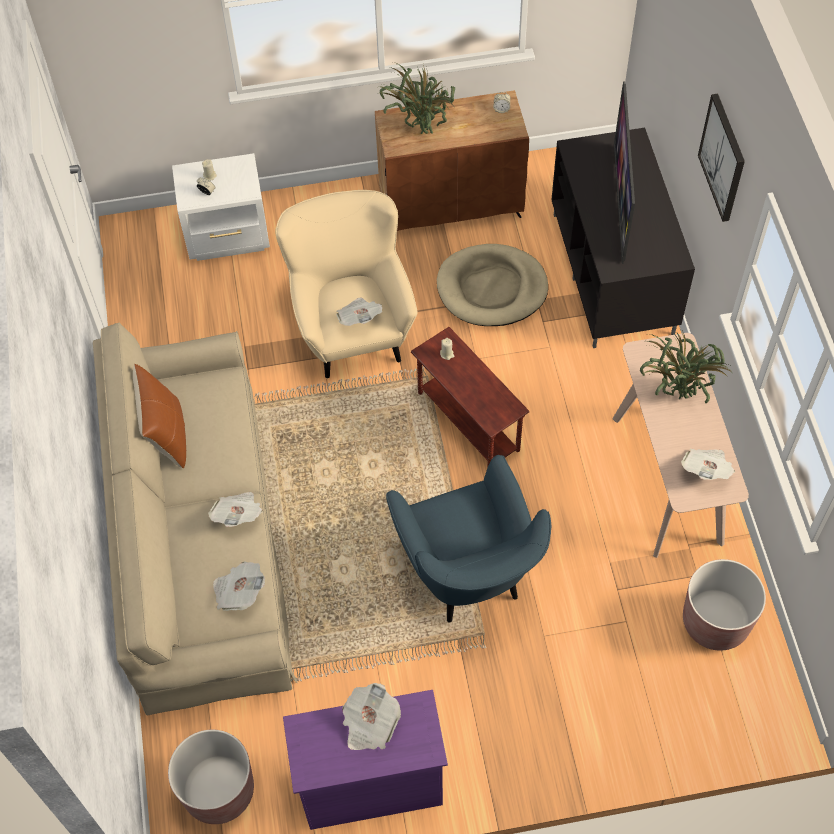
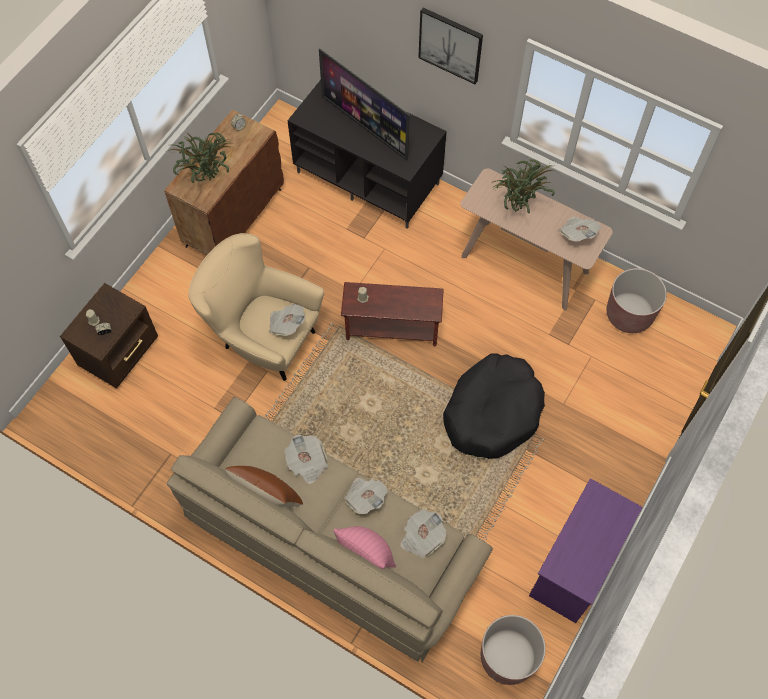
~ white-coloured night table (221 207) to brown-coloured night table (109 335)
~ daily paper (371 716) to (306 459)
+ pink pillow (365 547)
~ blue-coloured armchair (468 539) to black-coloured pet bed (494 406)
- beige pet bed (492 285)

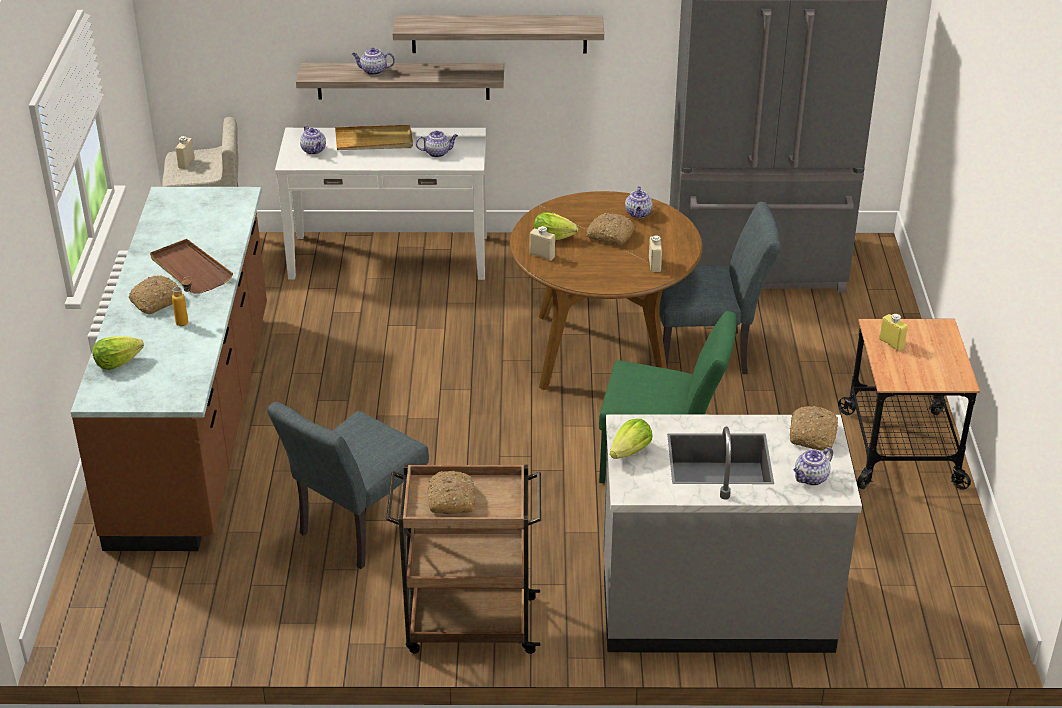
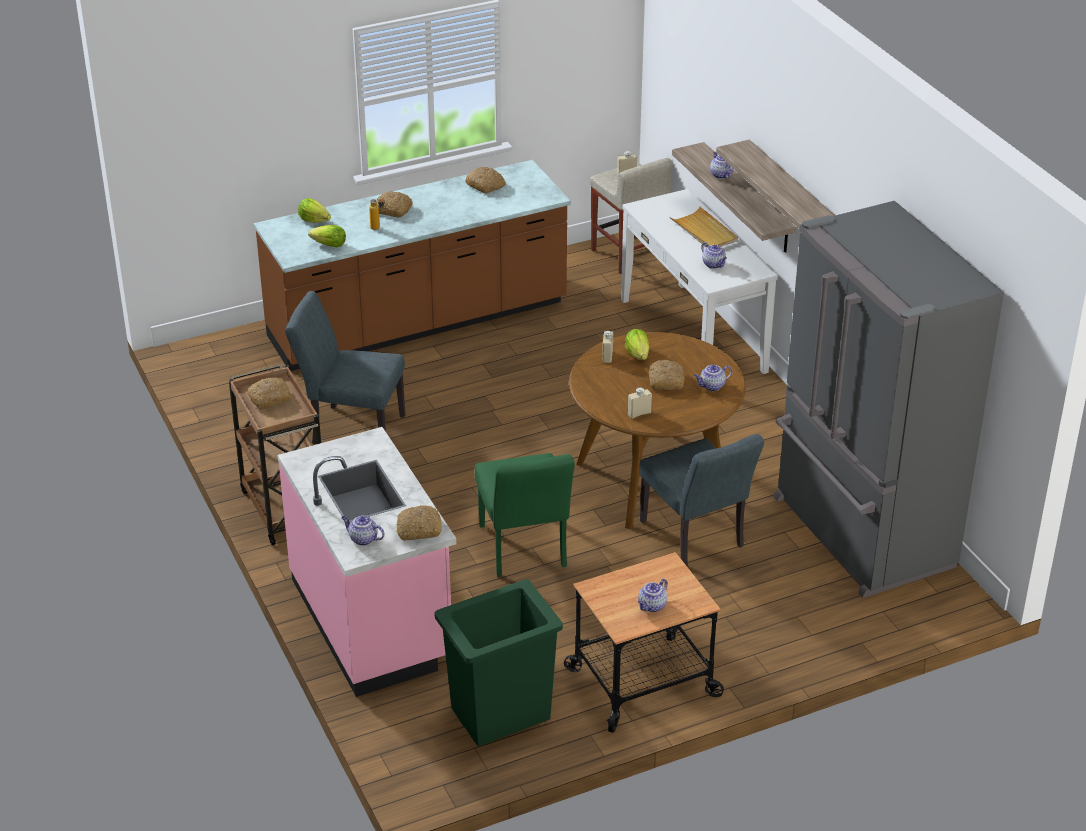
~ grey kitchen counter (732 533) to pink kitchen counter (367 562)
~ lettuce (631 439) to (327 236)
+ green-coloured trash can (498 663)
+ bread (485 180)
~ tea pot (313 140) to (653 595)
- brown-coloured tray (191 266)
- yellow drink bottle (893 332)

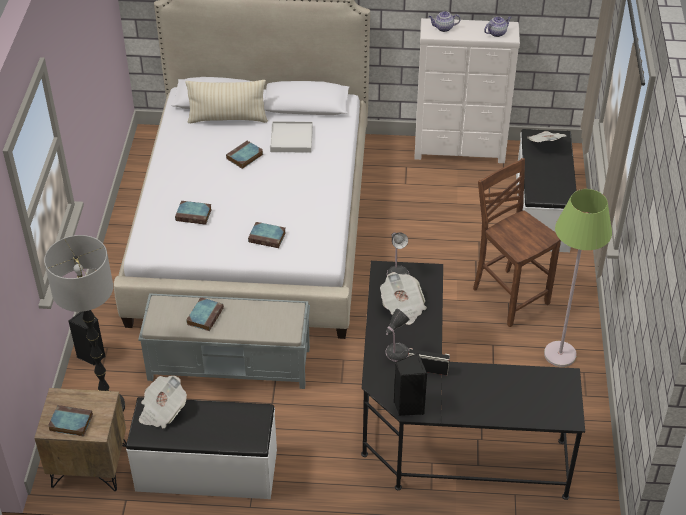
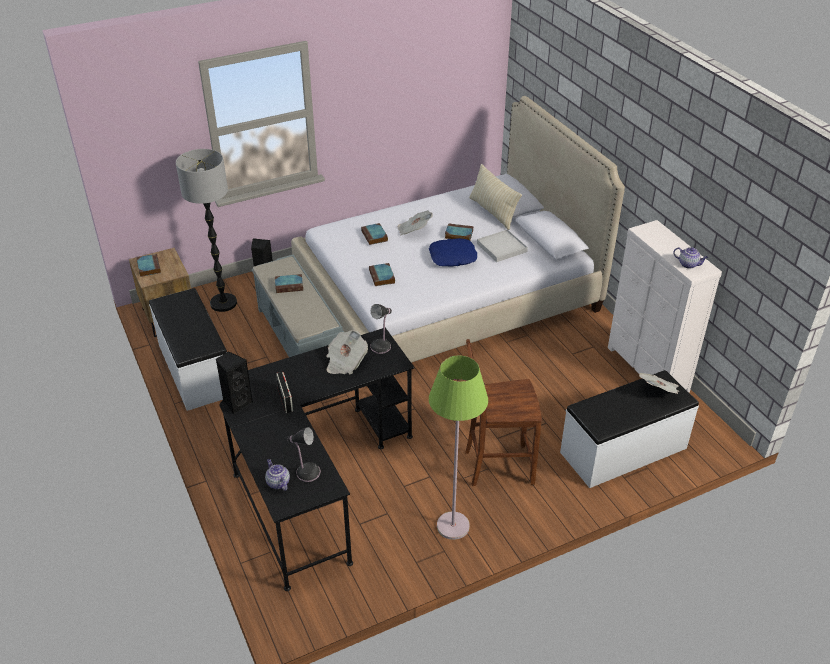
~ tea pot (445 21) to (277 475)
~ tabletop lamp (398 335) to (304 454)
~ daily paper (163 402) to (415 222)
+ blue-coloured pillow (453 252)
~ brown-coloured chair (517 242) = (503 412) 120 degrees counterclockwise

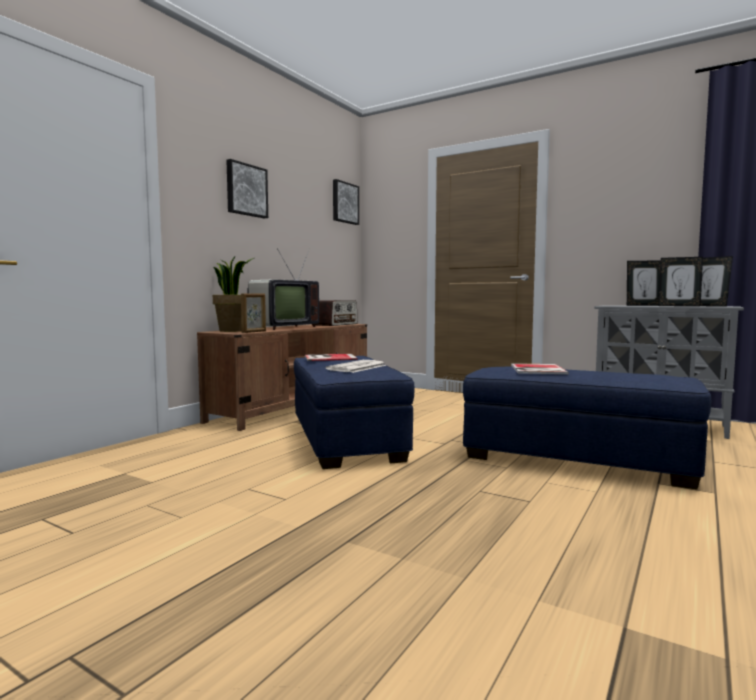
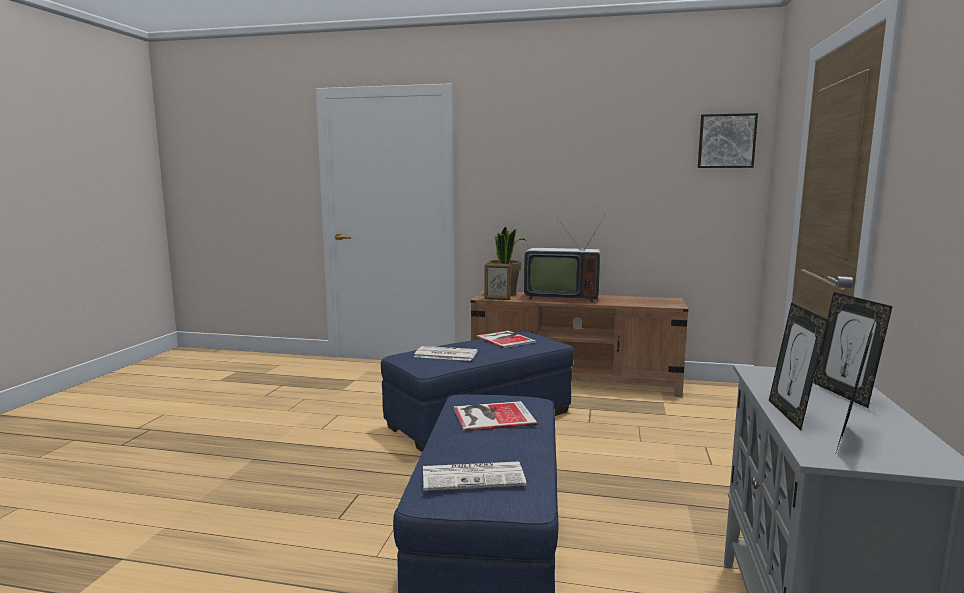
+ daily paper (474 476)
- wall picture (247 188)
- radio (336 313)

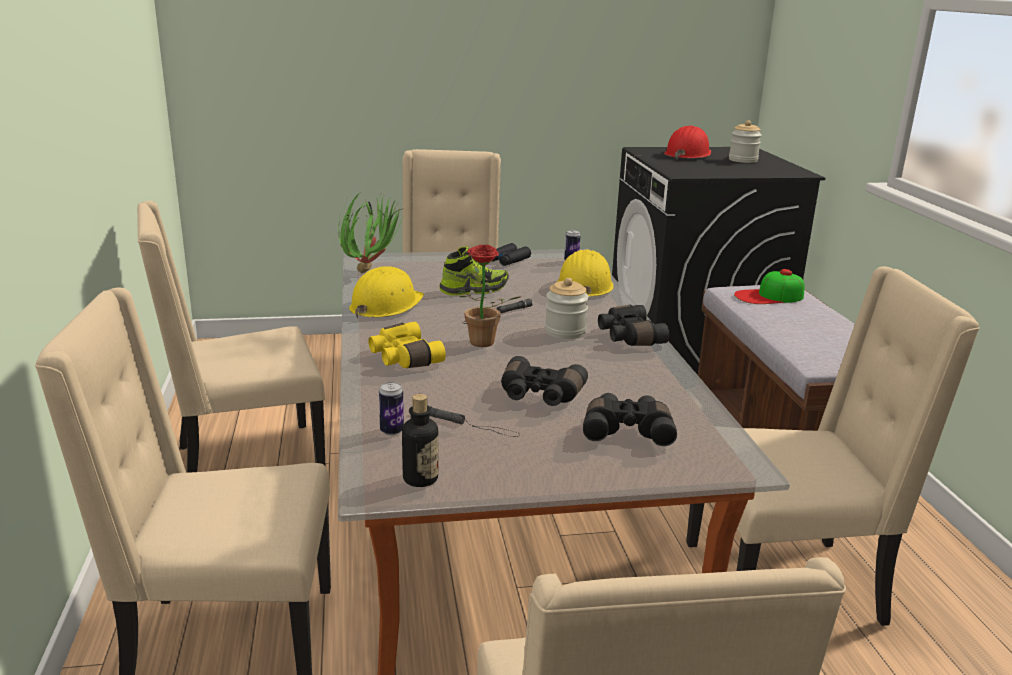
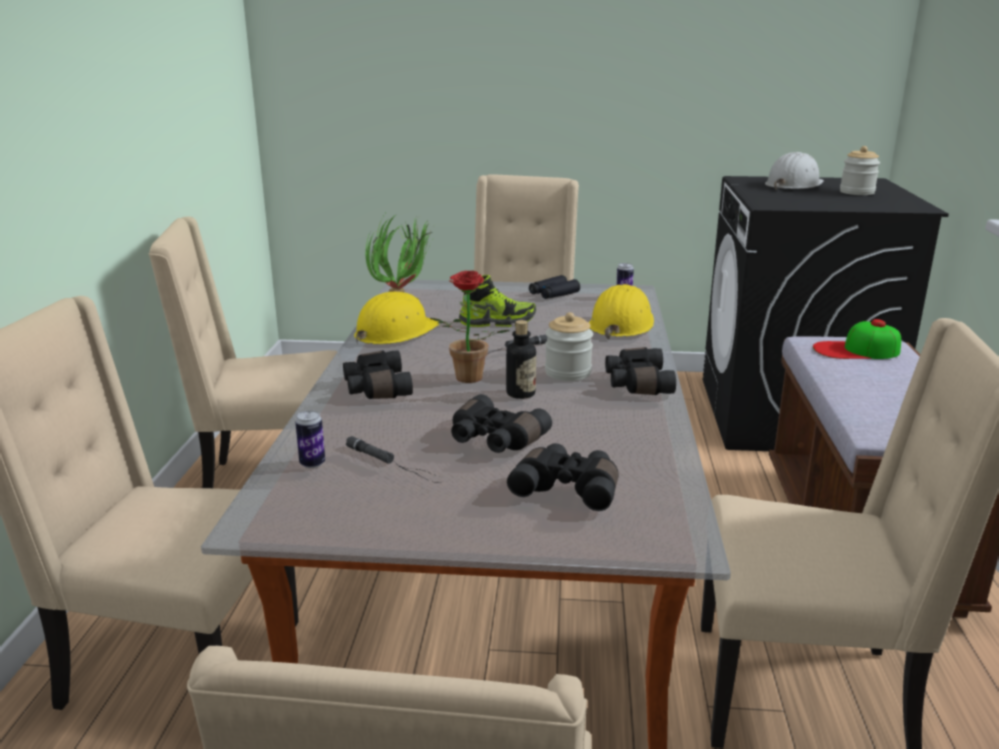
~ yellow pair of binoculars (407 345) to black-coloured pair of binoculars (378 374)
~ drink bottle (420 440) to (521 359)
~ reddish work helmet (687 143) to white-coloured work helmet (794 171)

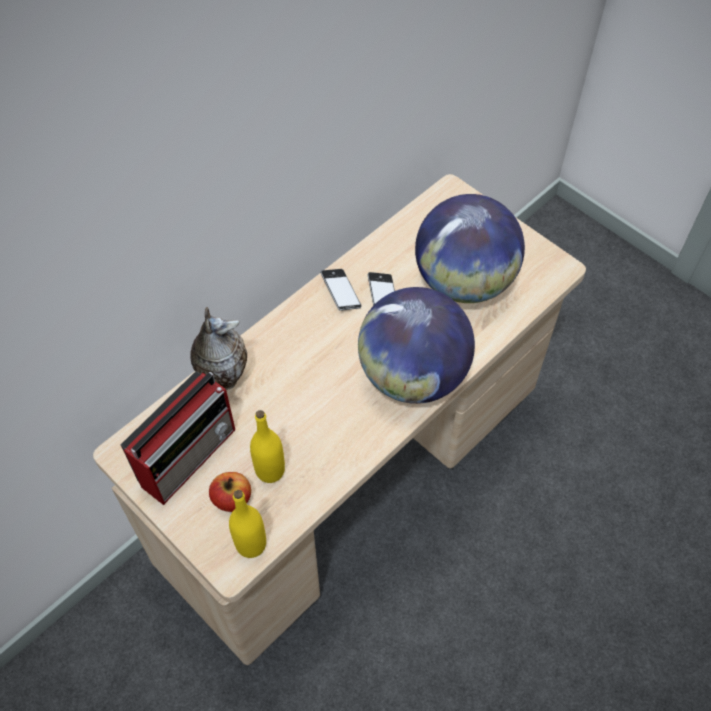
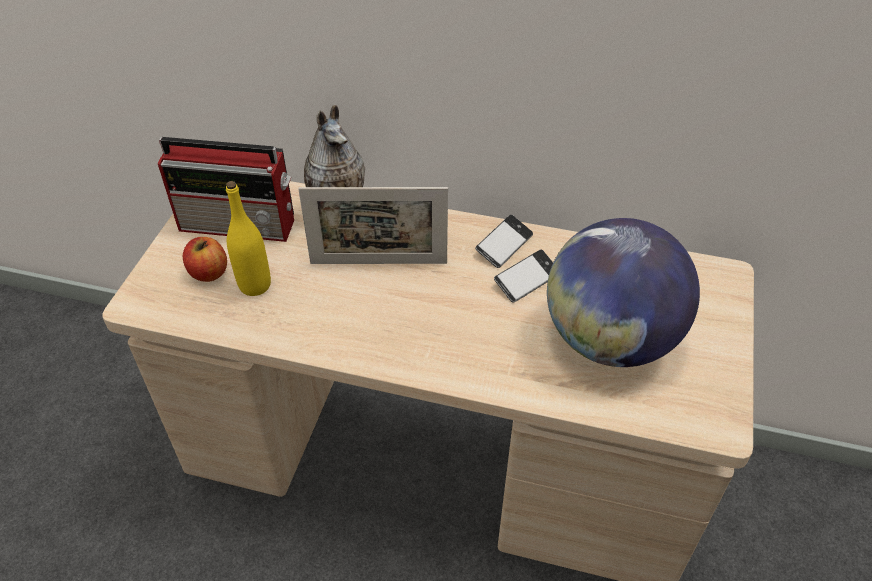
+ photo frame (373 225)
- yellow drink bottle (247 524)
- globe (416 345)

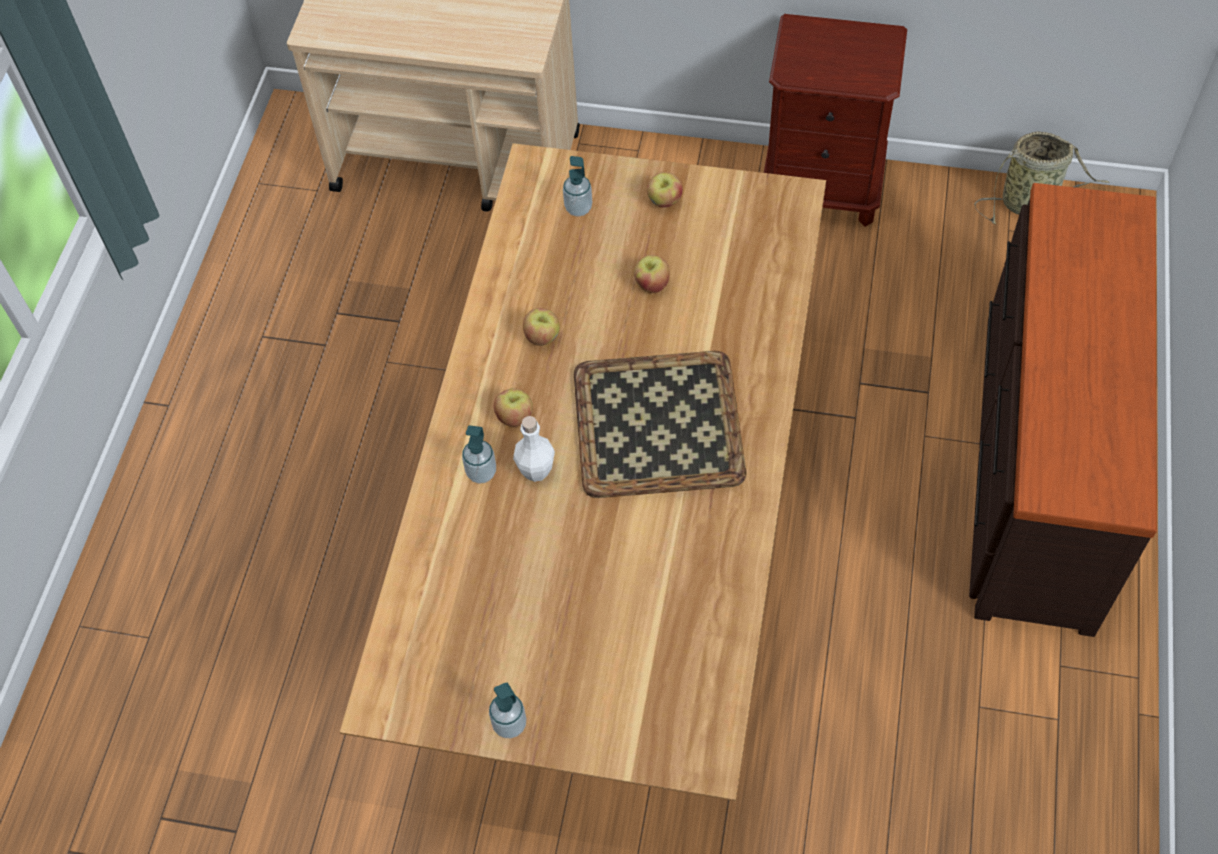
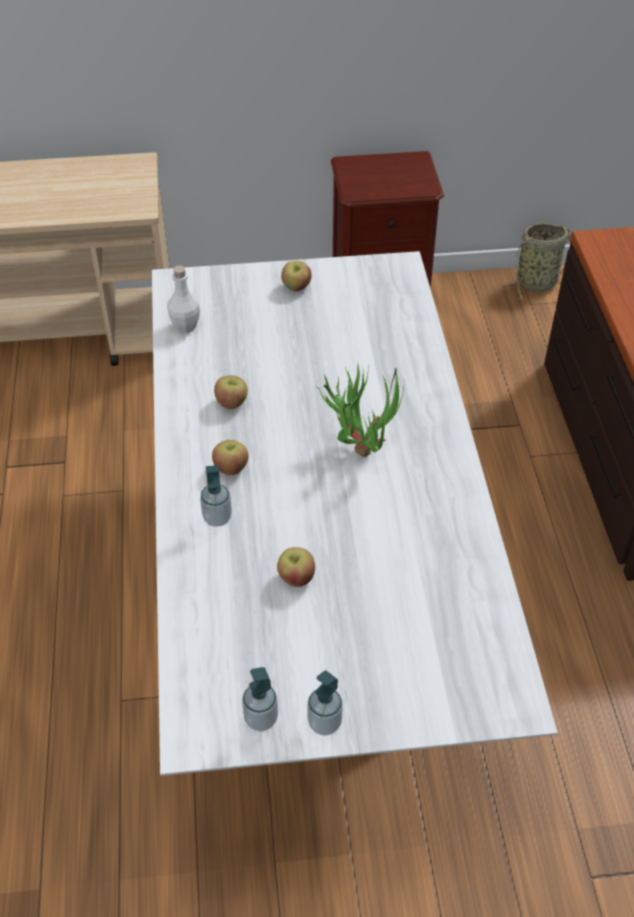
~ brown-coloured dining table (583 472) to white-coloured dining table (355 513)
~ white-coloured drink bottle (534 449) to (183 299)
~ soap dispenser (577 186) to (260 699)
~ whole apple (652 274) to (296 567)
~ tray (660 424) to plant in a pot (361 410)

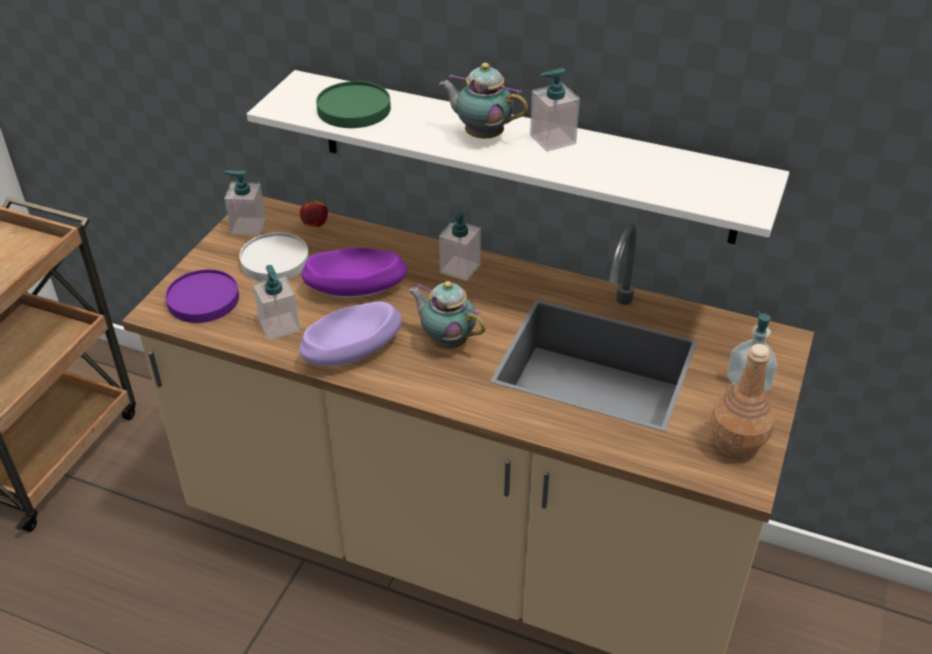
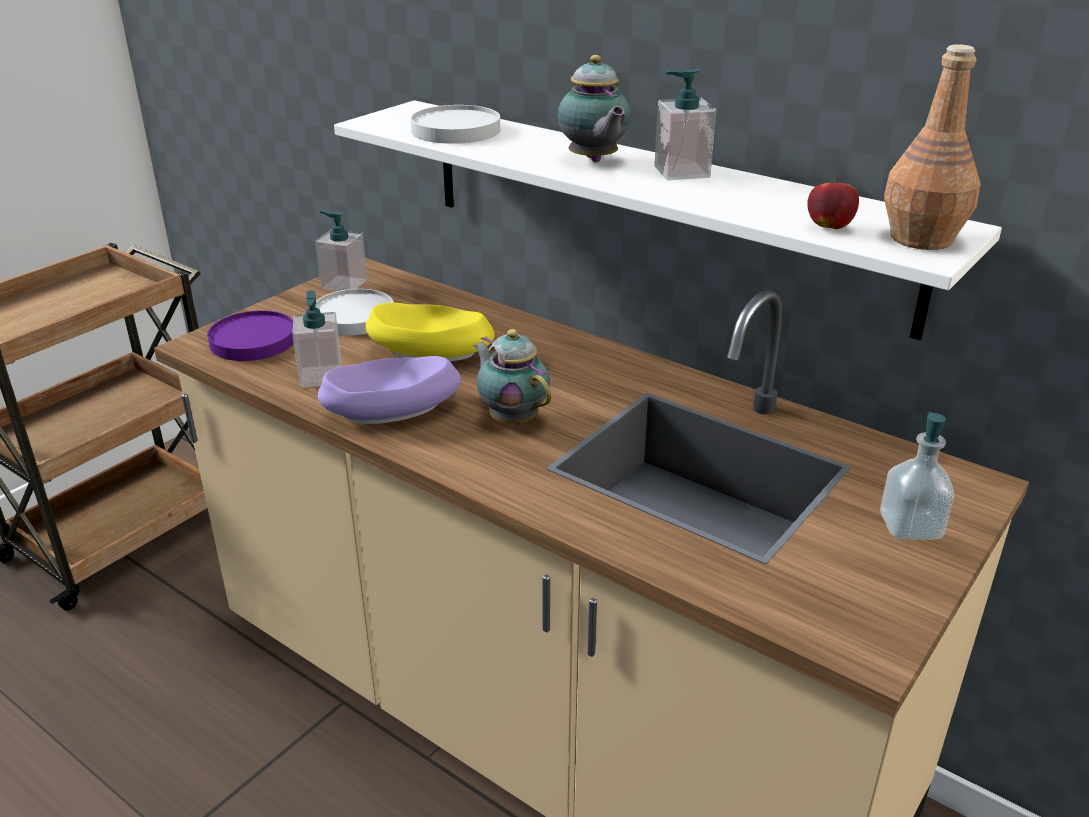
~ purple serving bowl (354 272) to yellow serving bowl (430 332)
~ green-coloured plate (353 104) to white-coloured plate (455 124)
~ tea pot (483 100) = (594 109) 150 degrees counterclockwise
~ whole apple (314 212) to (833 203)
~ brown-coloured drink bottle (742 401) to (932 147)
- soap dispenser (460 245)

